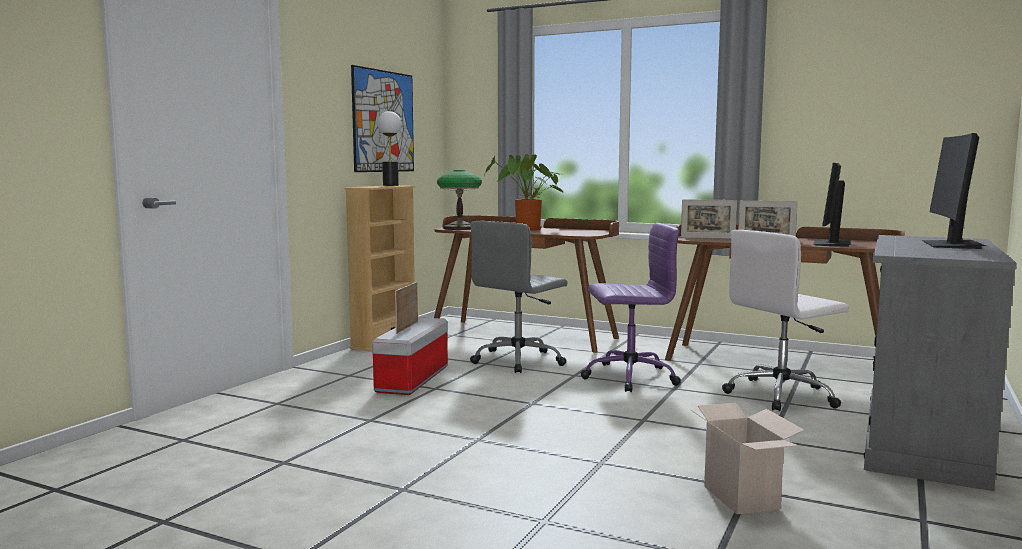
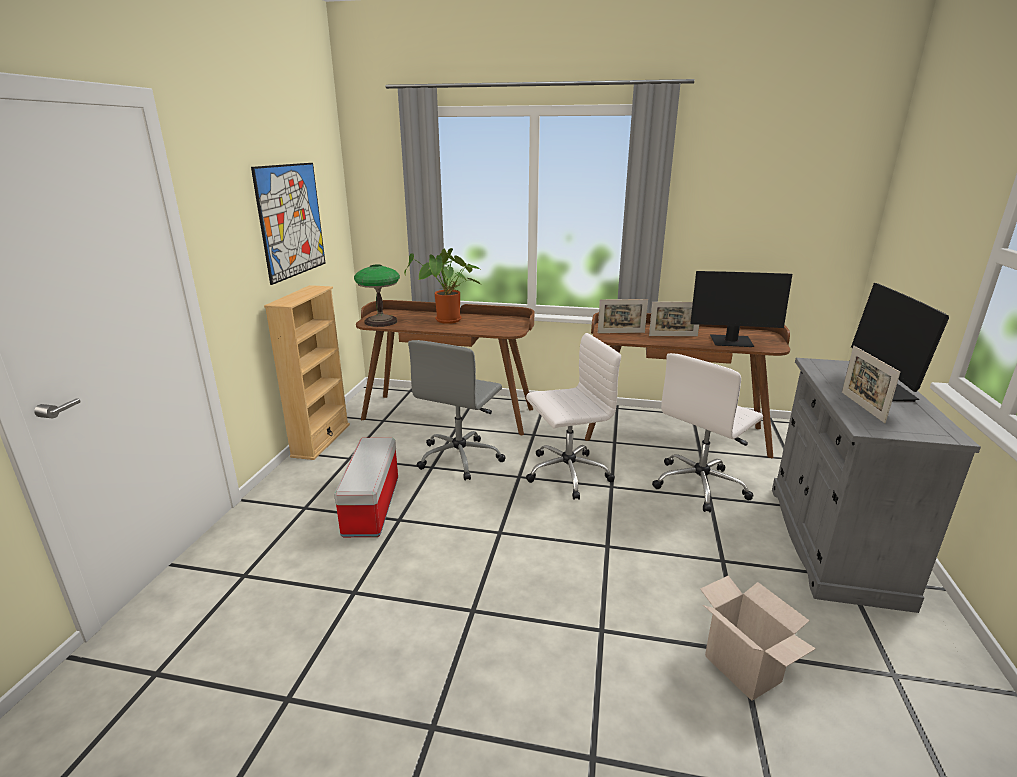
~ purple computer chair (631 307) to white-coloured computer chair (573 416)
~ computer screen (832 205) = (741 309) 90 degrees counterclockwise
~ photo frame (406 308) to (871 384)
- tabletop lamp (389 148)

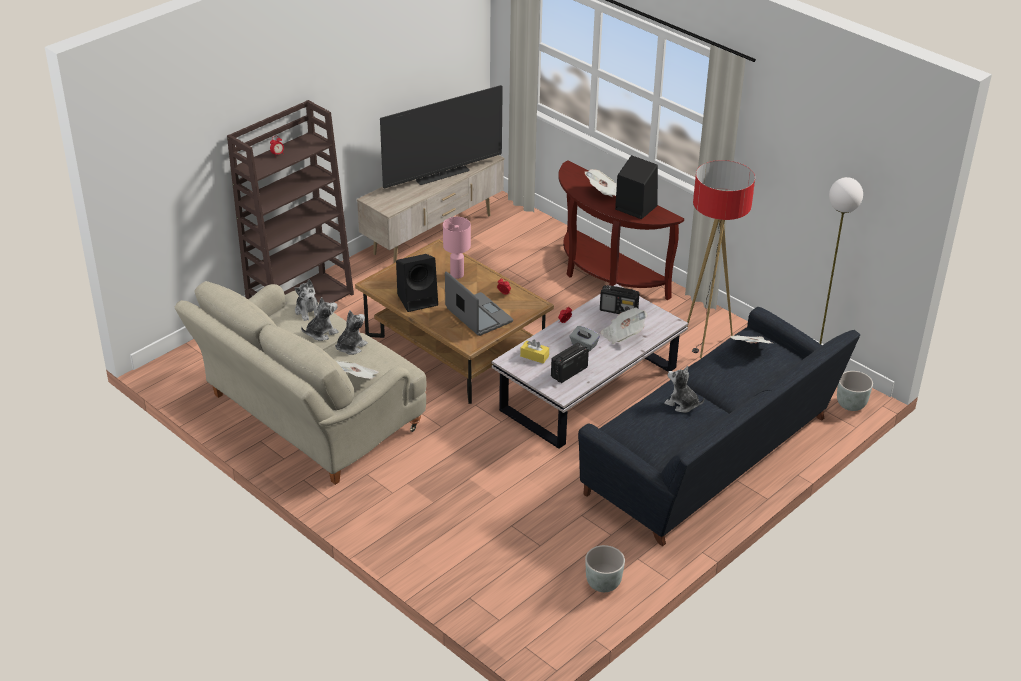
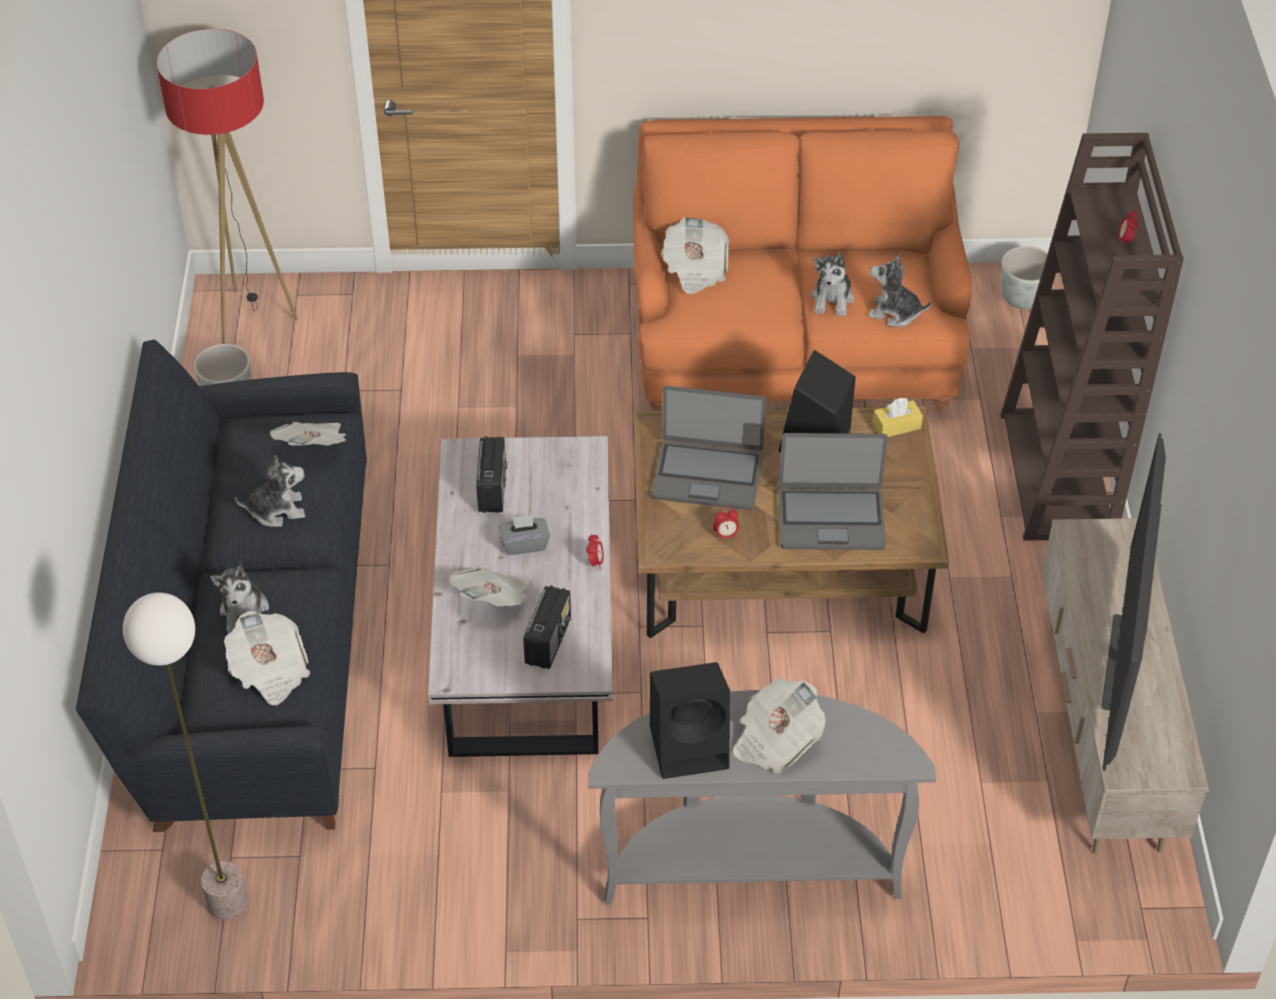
~ floor lamp (720 259) to (227 186)
~ soft toy (351 333) to (239 597)
+ daily paper (308 434)
~ radio (620 299) = (547 627) 135 degrees clockwise
~ brown-coloured console table (621 230) to grey console table (762 797)
~ beige settee (300 383) to orangey settee (802 263)
~ pink tabletop lamp (457 248) to laptop (833 491)
~ yellow tissue holder (534 351) to (897 417)
~ grey plant pot (855 391) to (1024 277)

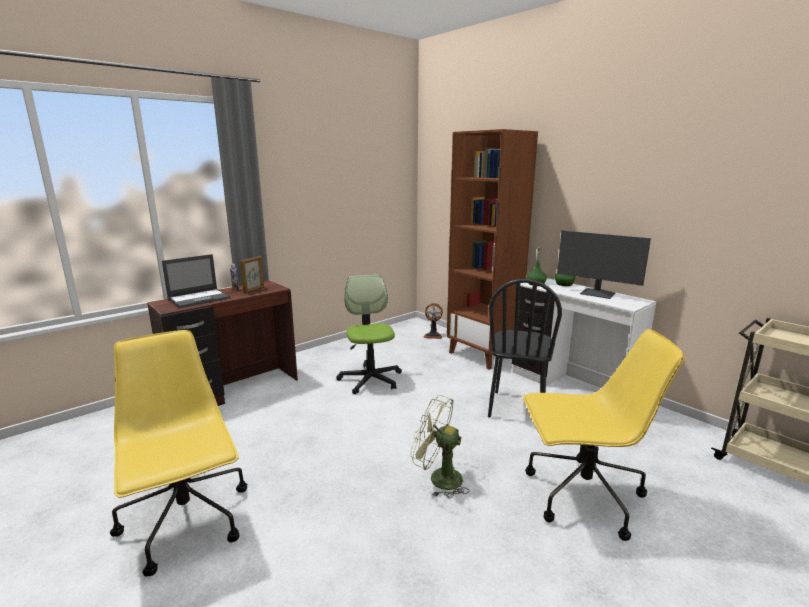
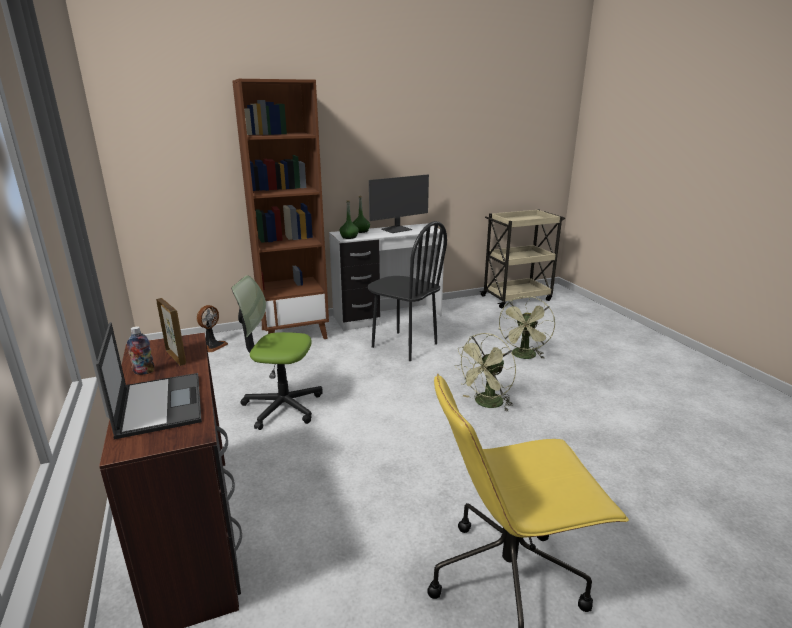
~ yellow computer chair (604 435) to green-coloured fan (527 327)

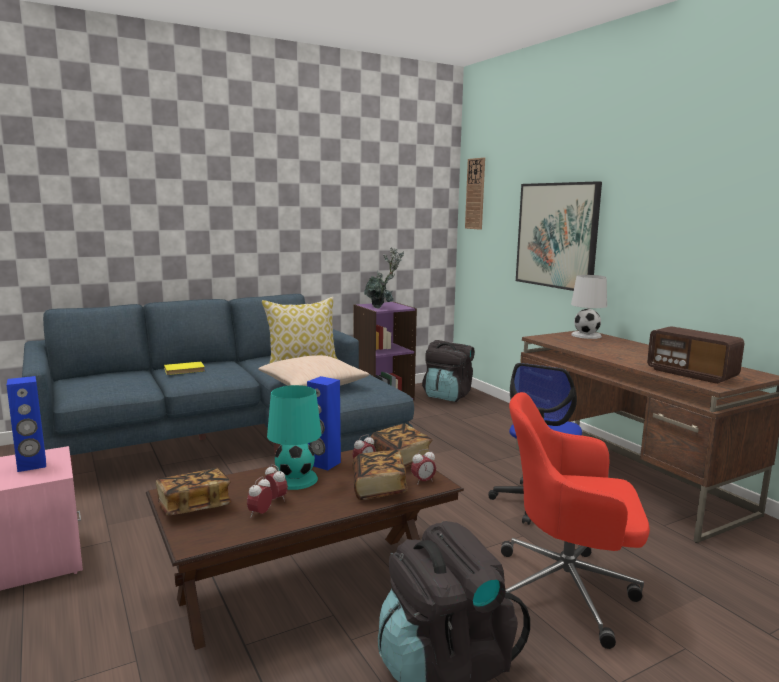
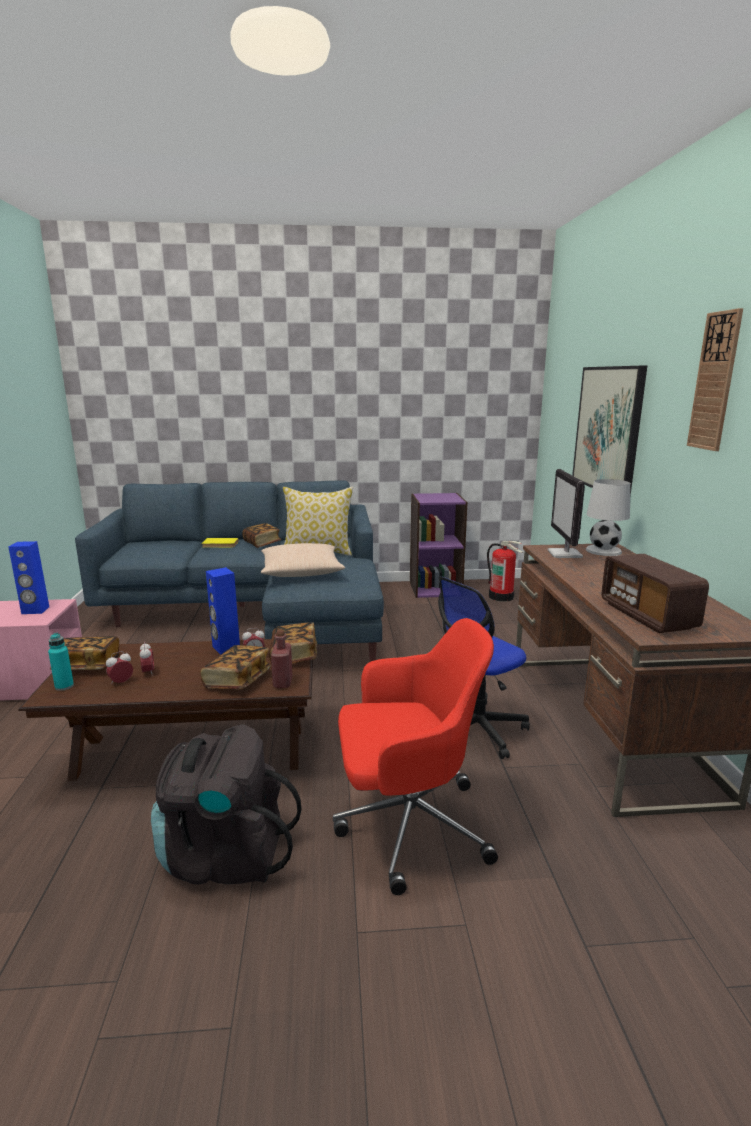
+ turquoise-coloured drink bottle (61 662)
+ book (261 535)
~ table clock (423 467) to reddish drink bottle (281 658)
~ reddish computer chair (575 520) = (415 756) 135 degrees clockwise
~ black-coloured backpack (448 371) to fire-fighting cylinder (505 571)
+ computer screen (566 513)
~ wall clock (475 194) to (715 379)
- turquoise-coloured tabletop lamp (294 437)
- plant in a pot (384 277)

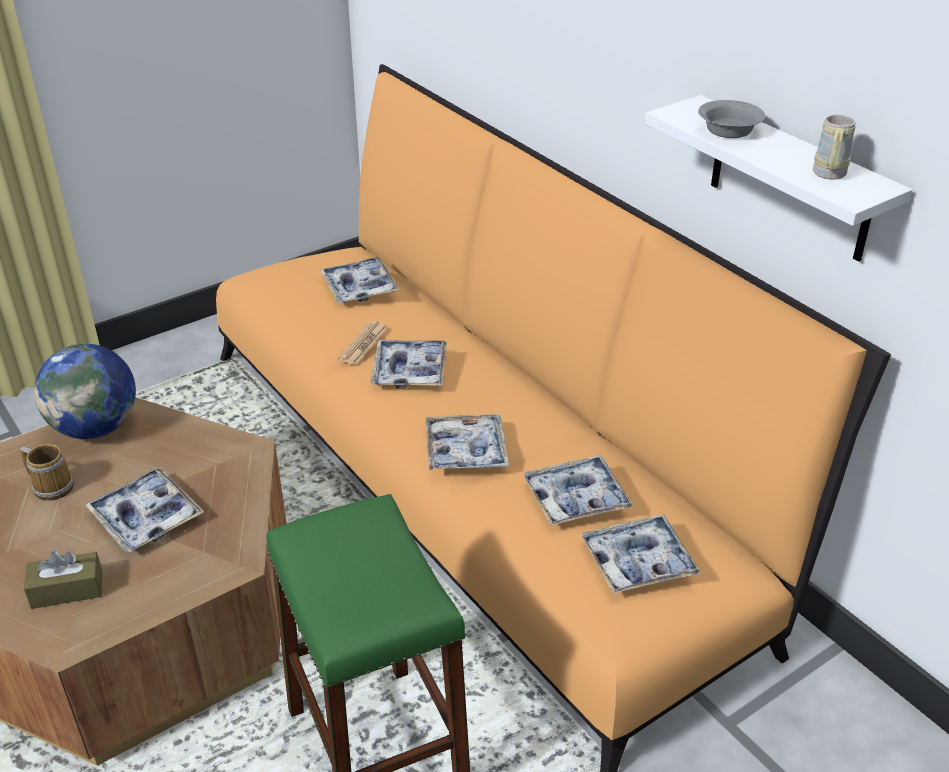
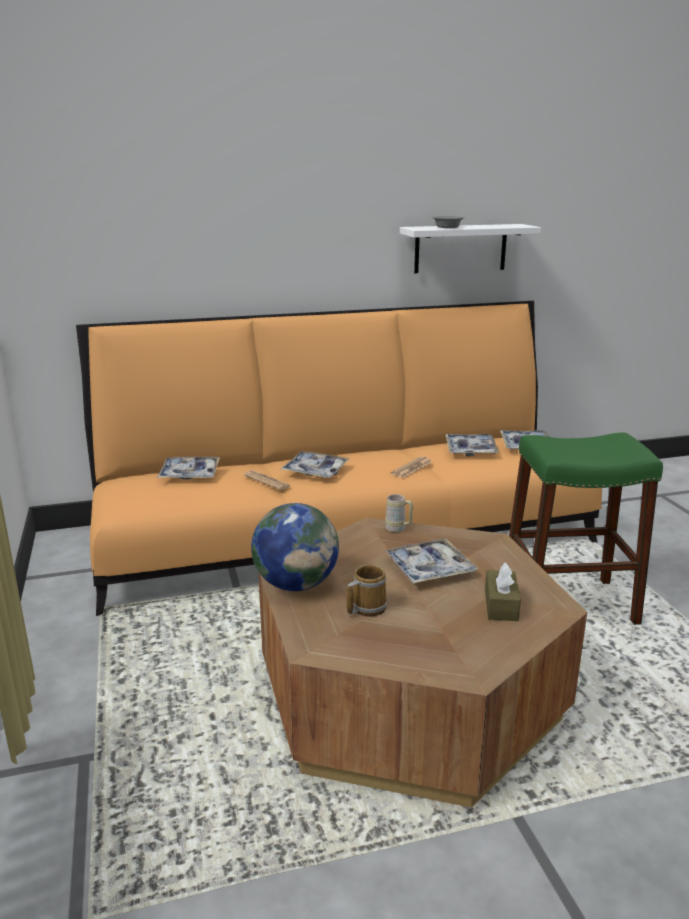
~ beige tea mug (834 147) to (399 513)
~ tray (467 442) to daily paper (411 467)

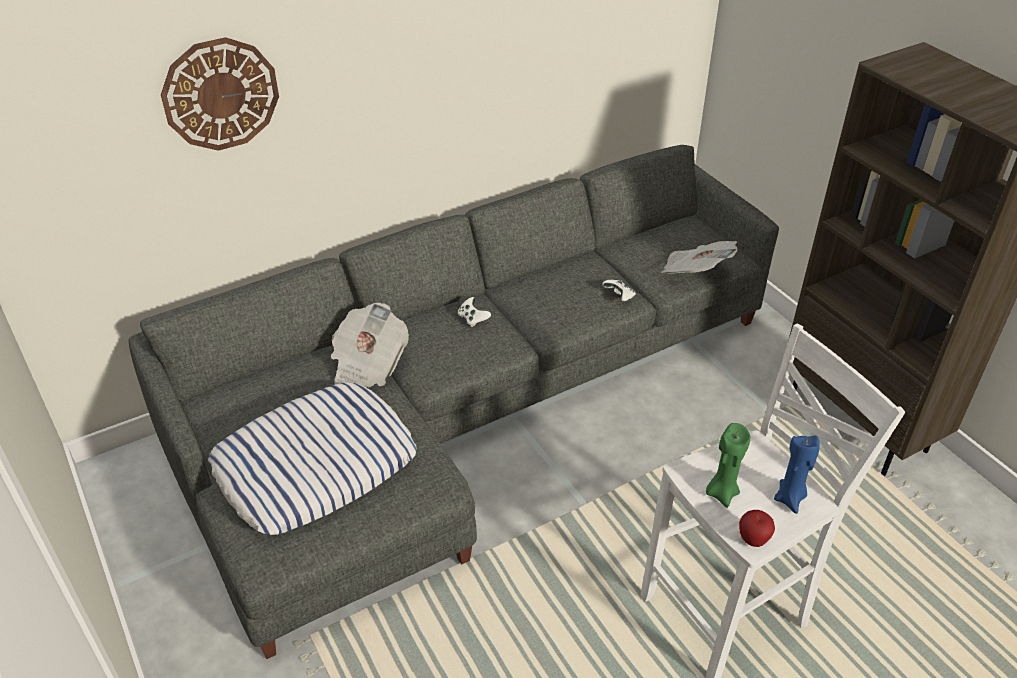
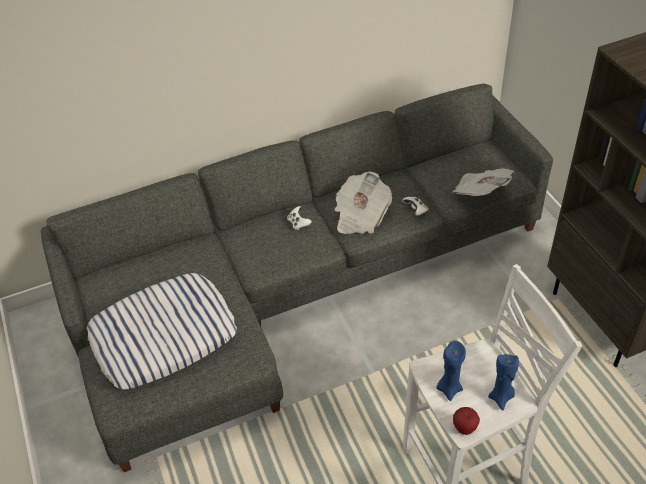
~ daily paper (370 345) to (363 203)
~ green-coloured candle (728 465) to blue-coloured candle (451 371)
- wall clock (220 94)

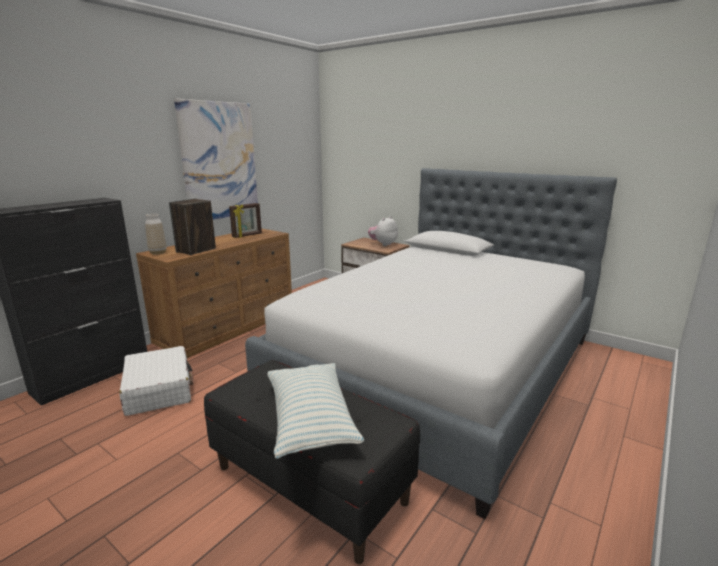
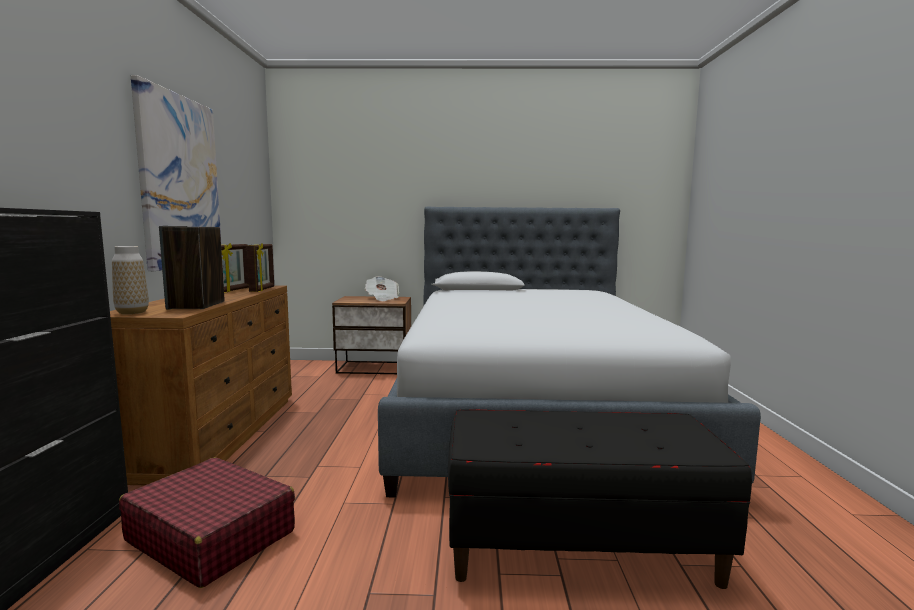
~ white-coloured piece of luggage (156 381) to reddish piece of luggage (207 522)
+ photo frame (260 267)
~ soft toy (383 231) to daily paper (382 288)
- pillow (315 411)

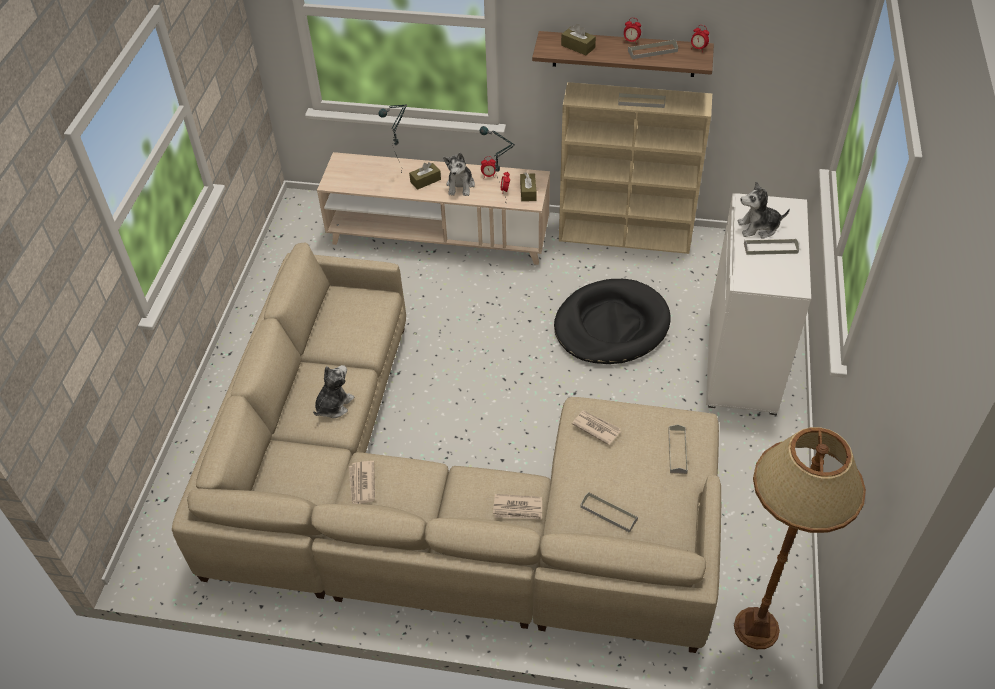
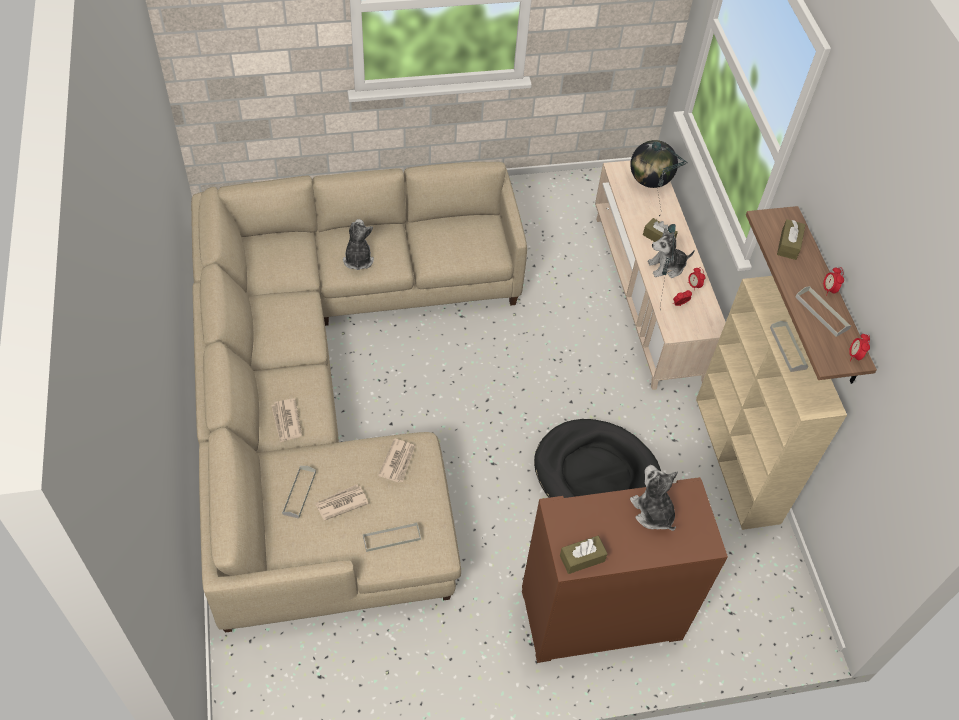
~ daily paper (362 482) to (342 502)
~ soft toy (333 391) = (358 244) 105 degrees counterclockwise
~ white-coloured cabinet (758 304) to brown-coloured cabinet (625 570)
~ brown-coloured tissue holder (528 186) to (584 555)
+ globe (654 164)
- brown-coloured floor lamp (800 538)
- grey tray (771 247)

